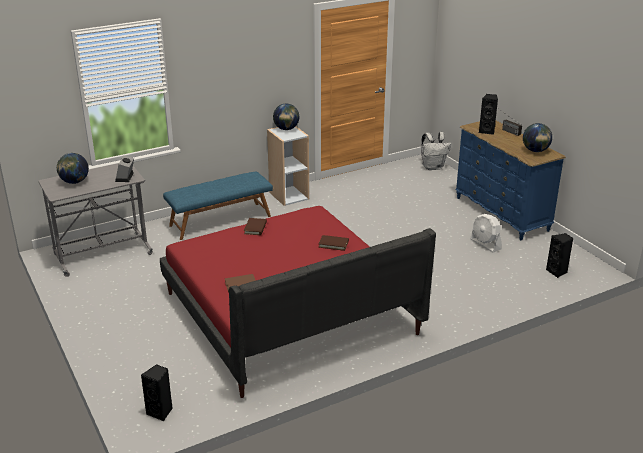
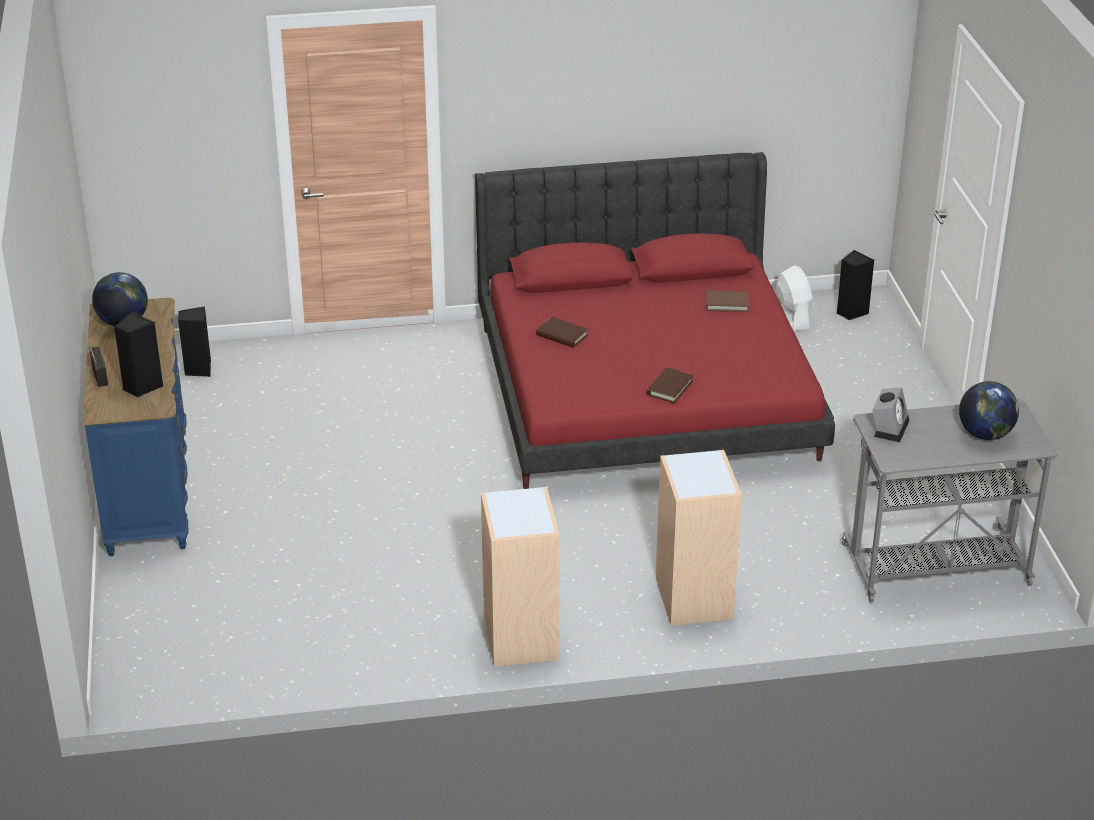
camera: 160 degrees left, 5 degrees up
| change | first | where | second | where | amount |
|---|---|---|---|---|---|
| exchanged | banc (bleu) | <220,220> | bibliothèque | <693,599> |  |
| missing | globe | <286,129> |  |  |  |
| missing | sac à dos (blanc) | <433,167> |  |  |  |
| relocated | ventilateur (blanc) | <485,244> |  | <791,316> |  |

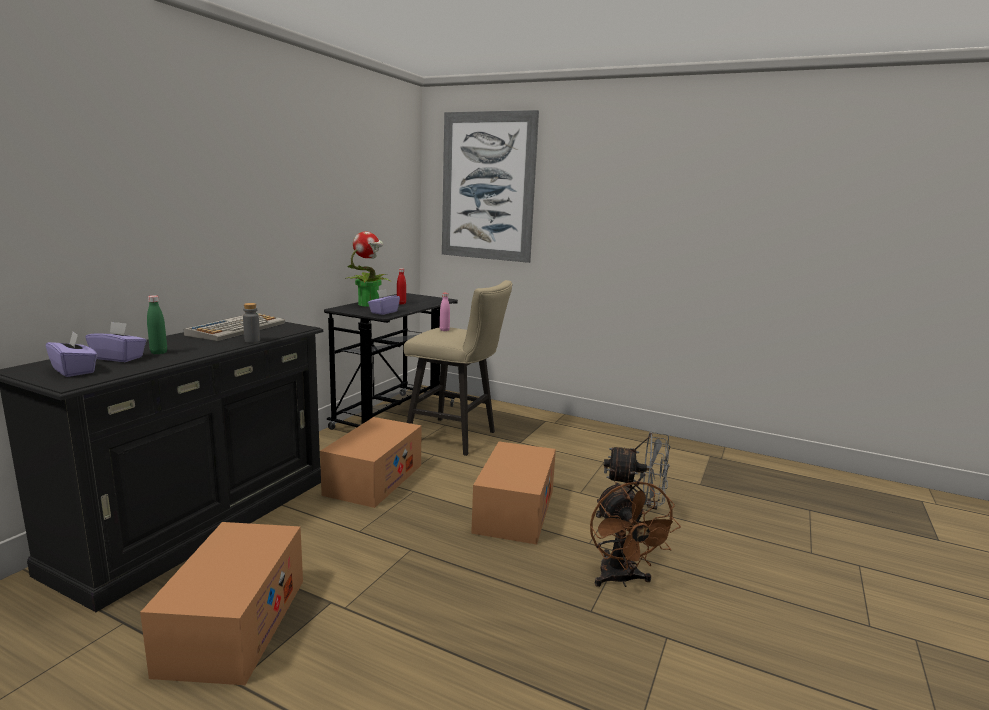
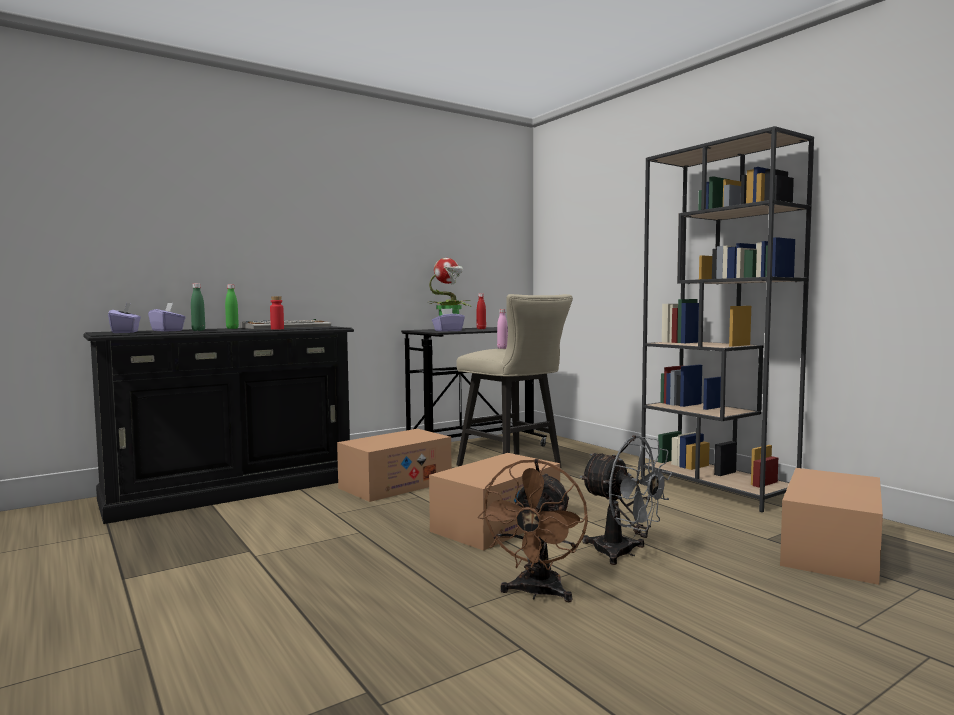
camera: 30 degrees right, 10 degrees down
| change | first | where | second | where | amount |
|---|---|---|---|---|---|
| relocated | carton | <234,624> |  | <830,550> |  |
| colour | bouteille (gris) | <252,340> | bouteille (rouge) | <277,329> |  |
| missing | tableau | <487,187> |  |  |  |
| appeared |  |  | bouteille (vert) | <232,328> |  |
| appeared |  |  | bibliothèque | <716,487> |  |

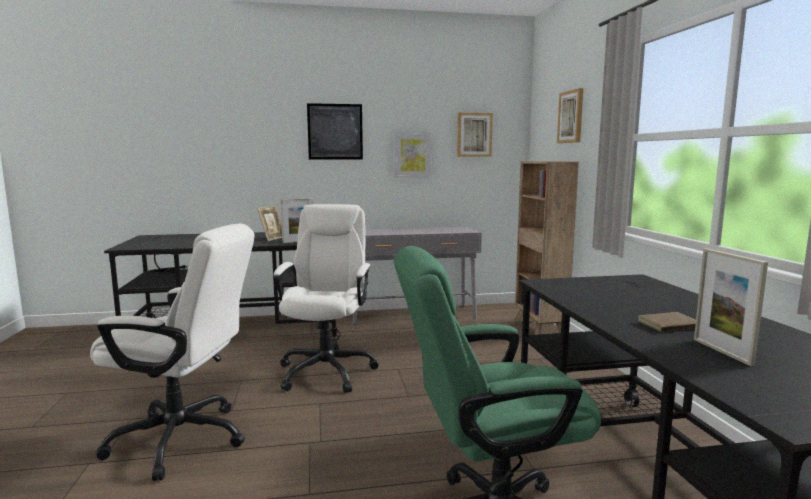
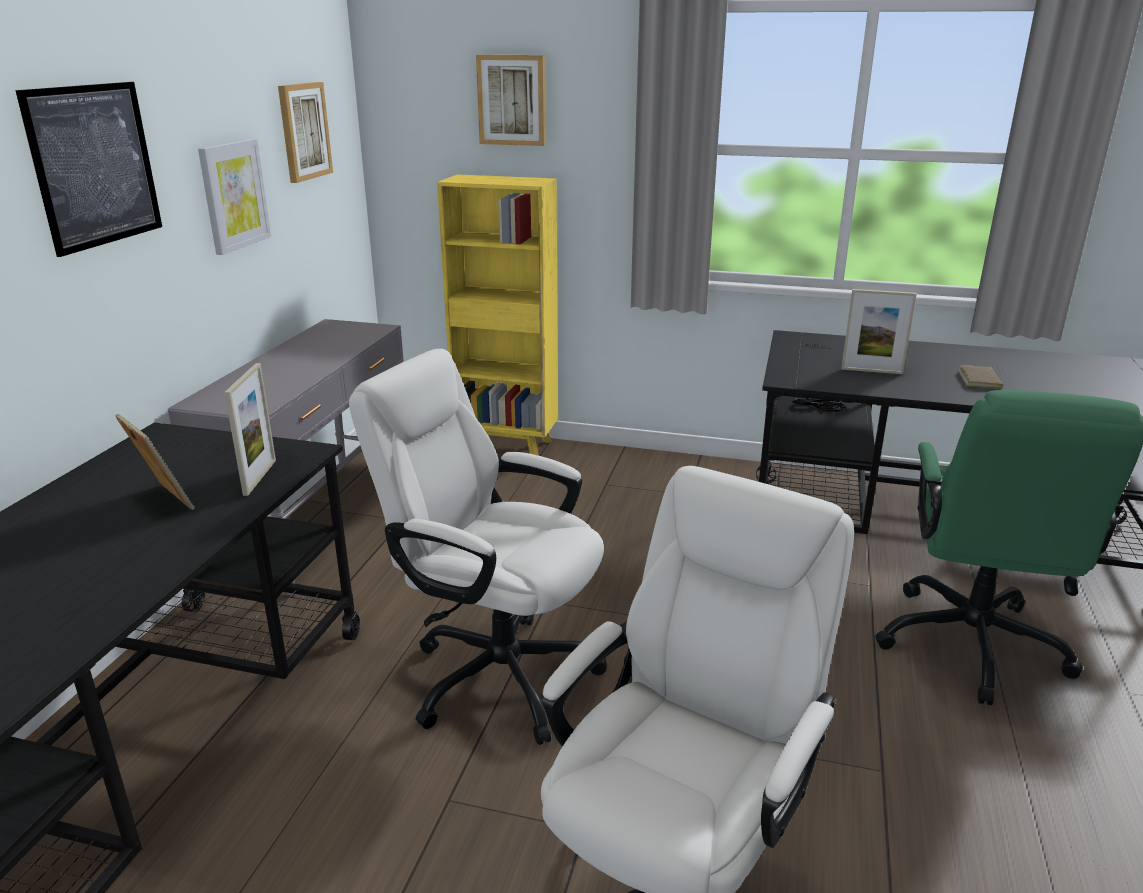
camera: 65 degrees left, 15 degrees up
| change | first | where | second | where | amount |
|---|---|---|---|---|---|
| colour | bibliothèque (marron) | <539,328> | bibliothèque (jaune) | <507,446> |  |
| relocated | cadre photo | <722,351> |  | <871,371> |  |

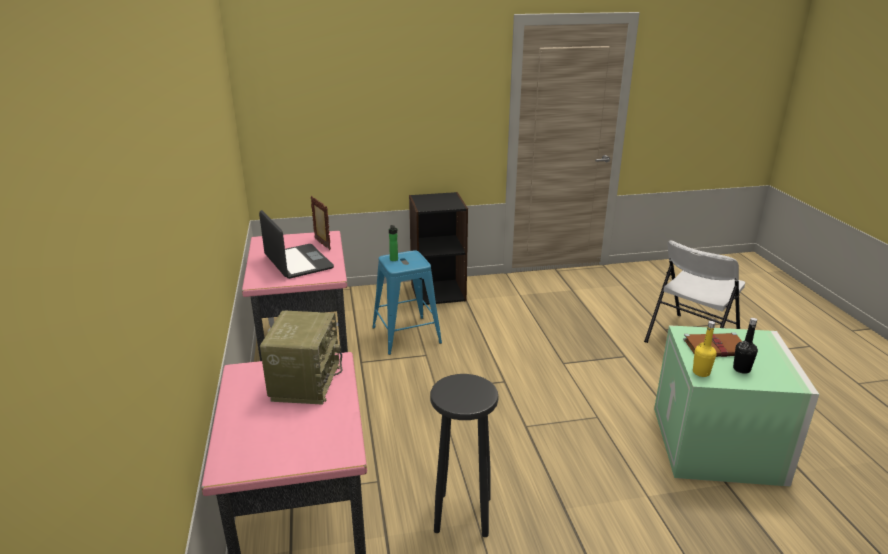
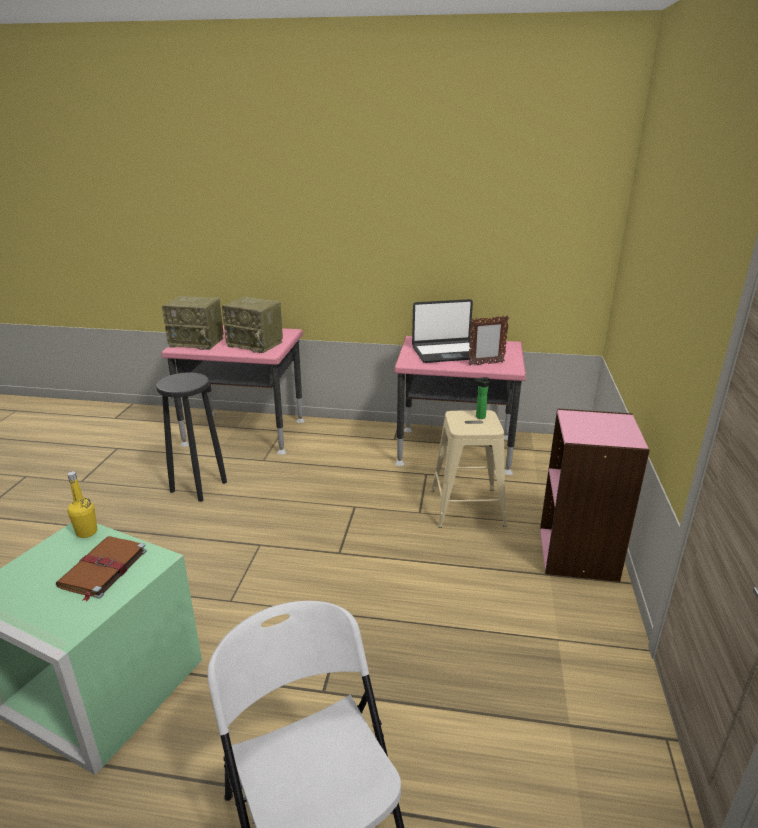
camera: 110 degrees right, 0 degrees up
| change | first | where | second | where | amount |
|---|---|---|---|---|---|
| colour | tabouret (bleu) | <406,335> | tabouret (beige) | <467,507> |  |
| colour | bibliothèque (noir) | <438,292> | bibliothèque (rose) | <578,554> |  |
| missing | bouteille (noir) | <741,369> |  |  |  |
| appeared |  |  | radio | <198,342> |  |

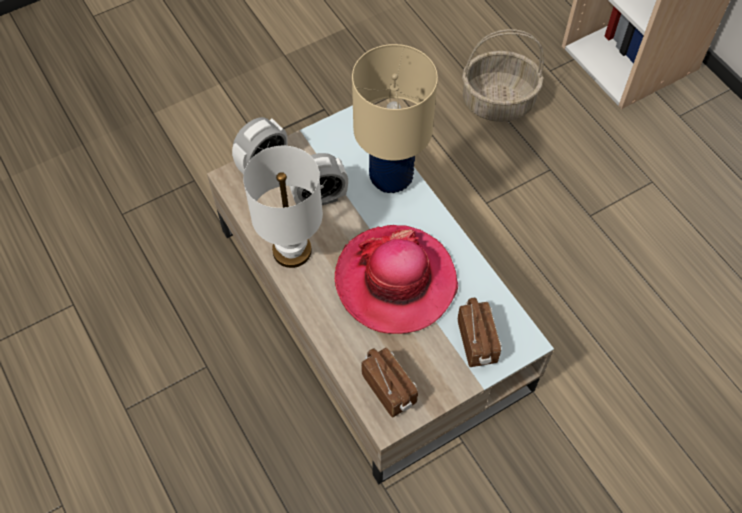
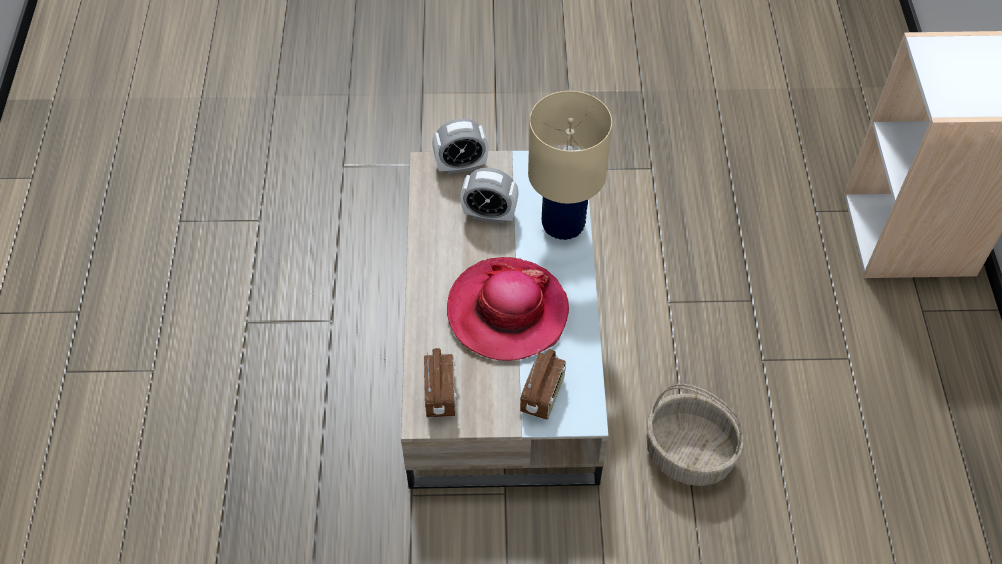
camera: 30 degrees right, 5 degrees down
| change | first | where | second | where | amount |
|---|---|---|---|---|---|
| missing | lampe de table (blanc) | <292,250> |  |  |  |
| relocated | panier | <498,101> |  | <689,454> |  |

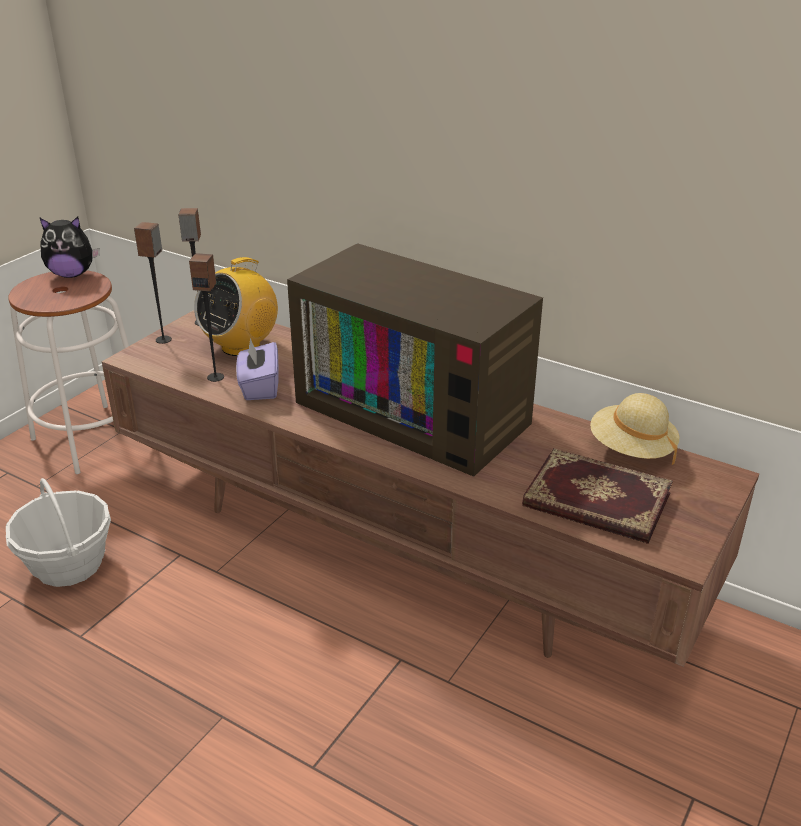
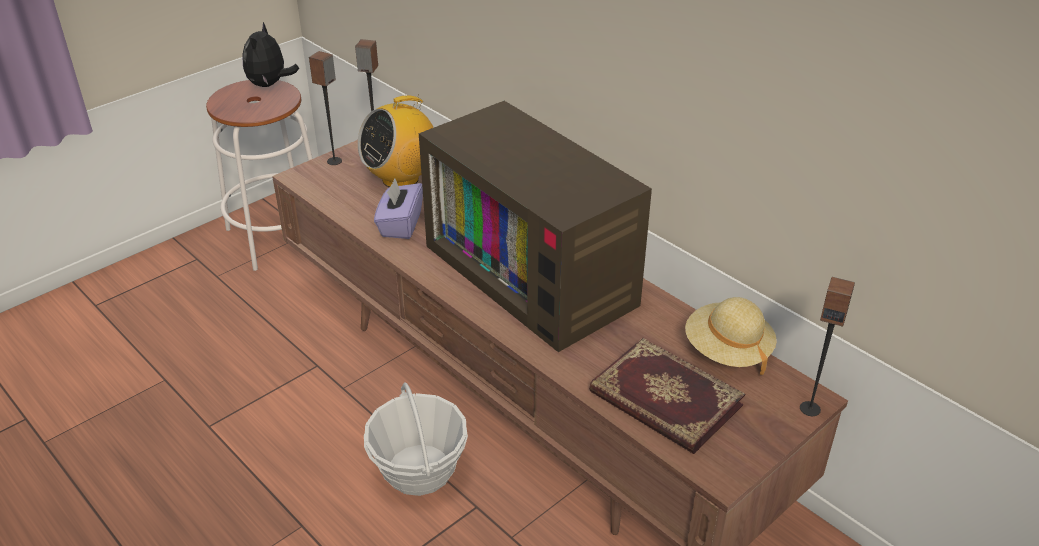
camera: 15 degrees right, 5 degrees up
| change | first | where | second | where | amount |
|---|---|---|---|---|---|
| relocated | panier | <68,564> |  | <419,470> |  |
| spun | peluche | <72,274> |  | <270,84> | 90 degrees clockwise |
| relocated | enceinte | <215,377> |  | <810,408> |  |

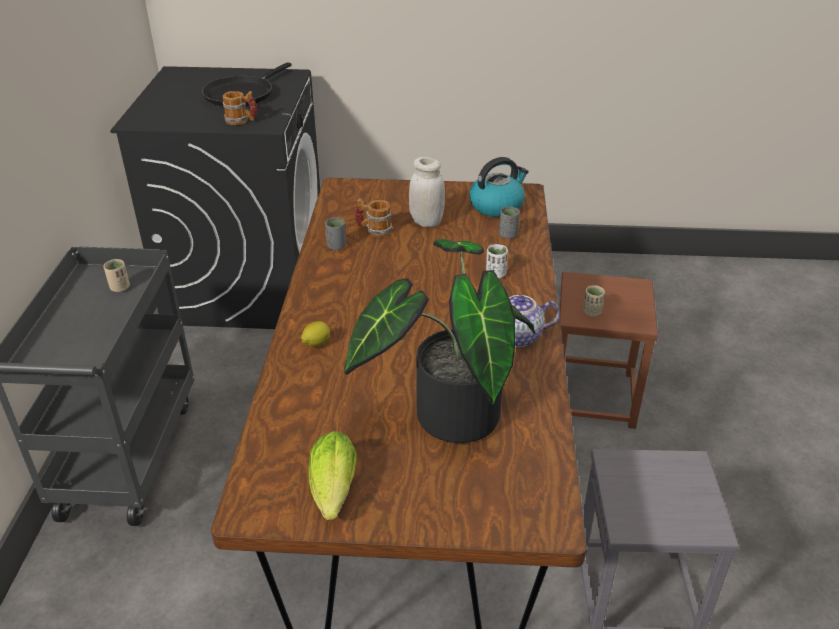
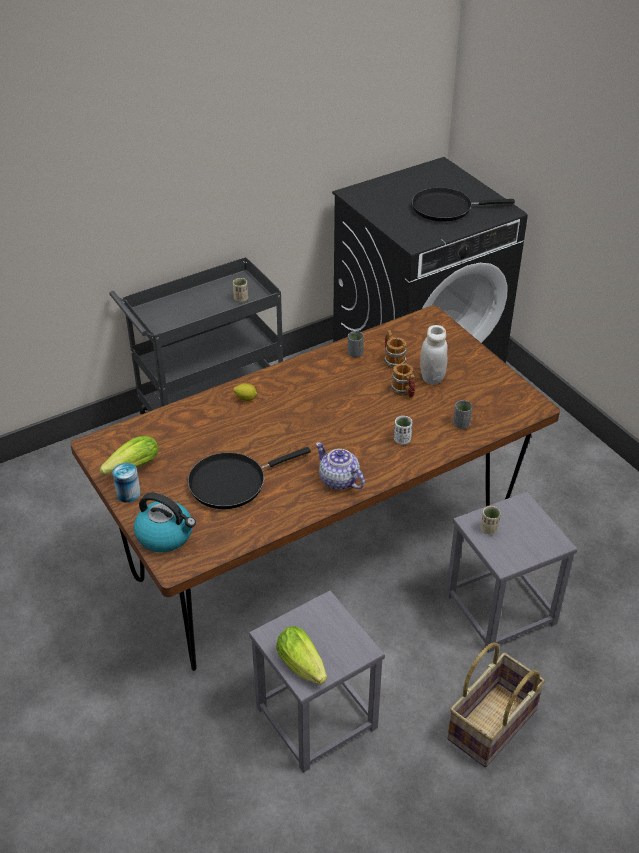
camera: 55 degrees right, 5 degrees up
| change | first | where | second | where | amount |
|---|---|---|---|---|---|
| relocated | mug | <241,121> |  | <404,392> |  |
| exchanged | plante en pot | <447,413> | poêle (noir) | <232,482> |  |
| relocated | bouilloire | <497,206> |  | <166,535> |  |
| colour | tabouret (marron) | <593,395> | tabouret (gris) | <501,609> |  |
| appeared |  |  | boîte métallique | <128,493> |  |
| appeared |  |  | laitue | <303,667> |  |
| appeared |  |  | panier | <493,726> |  |

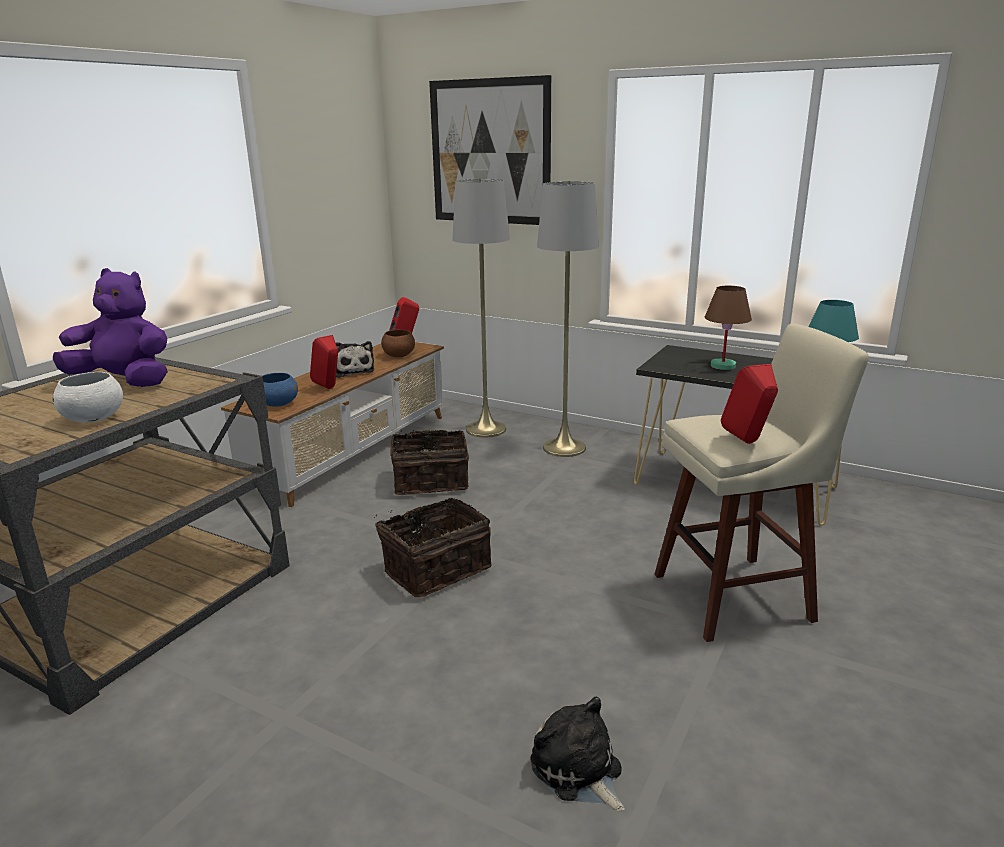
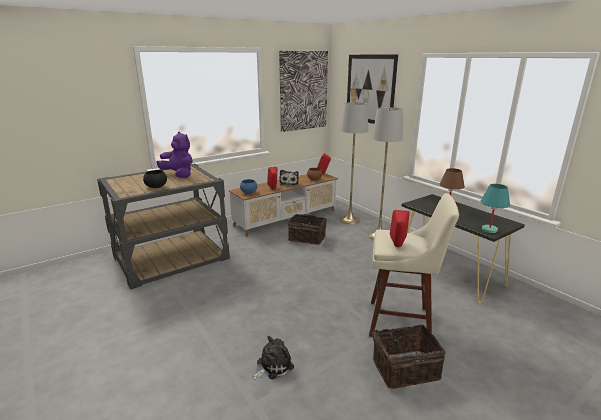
camera: 25 degrees right, 0 degrees up
| change | first | where | second | where | amount |
|---|---|---|---|---|---|
| colour | bol (blanc) | <94,419> | bol (noir) | <156,187> |  |
| relocated | panier | <435,569> |  | <404,368> |  |
| spun | peluche | <578,771> |  | <272,365> | 60 degrees clockwise |
| appeared |  |  | tableau | <303,91> |  |

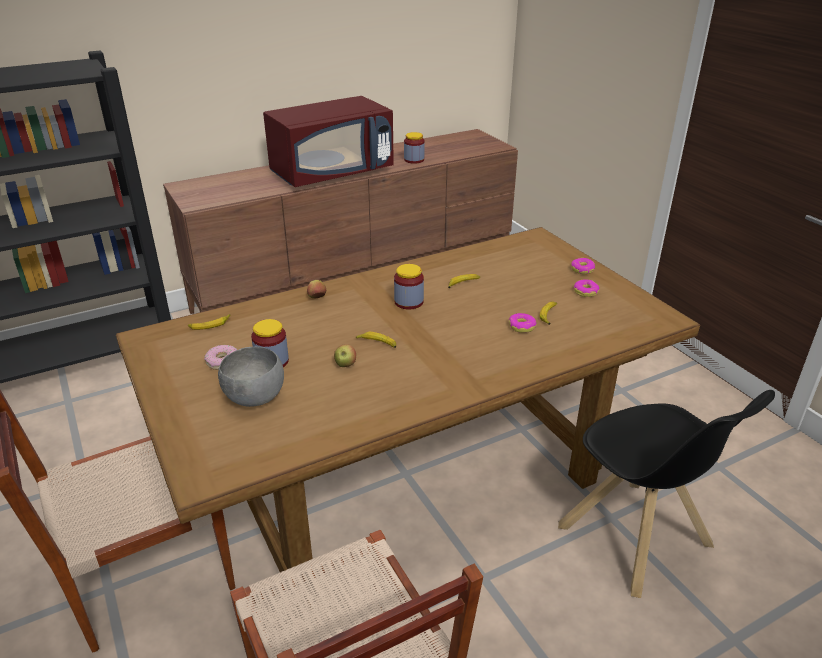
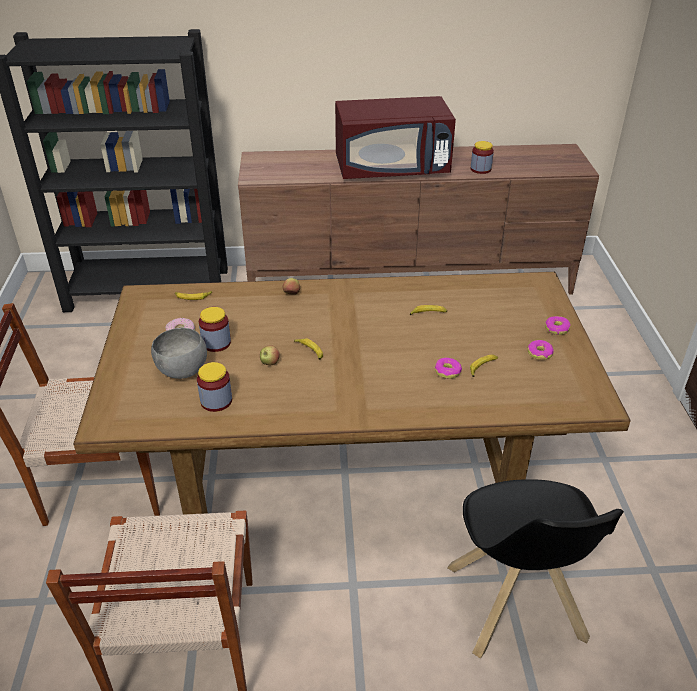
camera: 25 degrees right, 5 degrees up
| change | first | where | second | where | amount |
|---|---|---|---|---|---|
| relocated | bocal | <408,302> |  | <216,401> |  |

